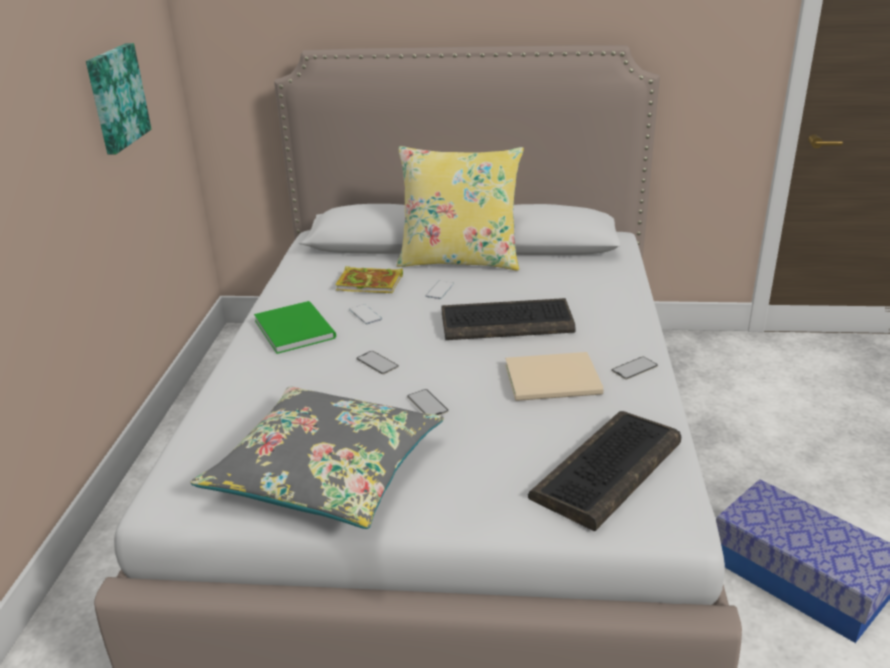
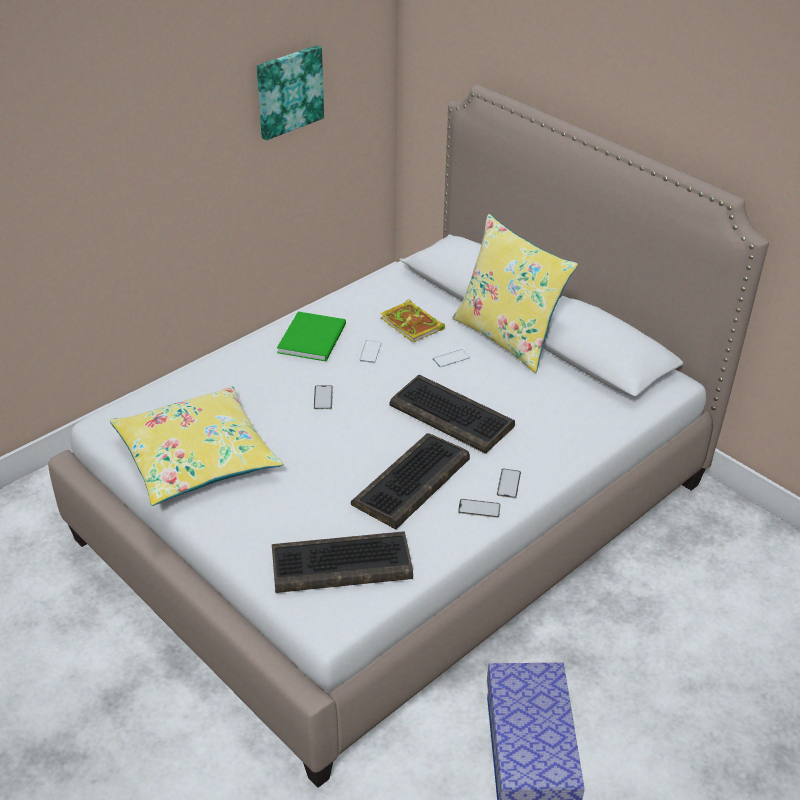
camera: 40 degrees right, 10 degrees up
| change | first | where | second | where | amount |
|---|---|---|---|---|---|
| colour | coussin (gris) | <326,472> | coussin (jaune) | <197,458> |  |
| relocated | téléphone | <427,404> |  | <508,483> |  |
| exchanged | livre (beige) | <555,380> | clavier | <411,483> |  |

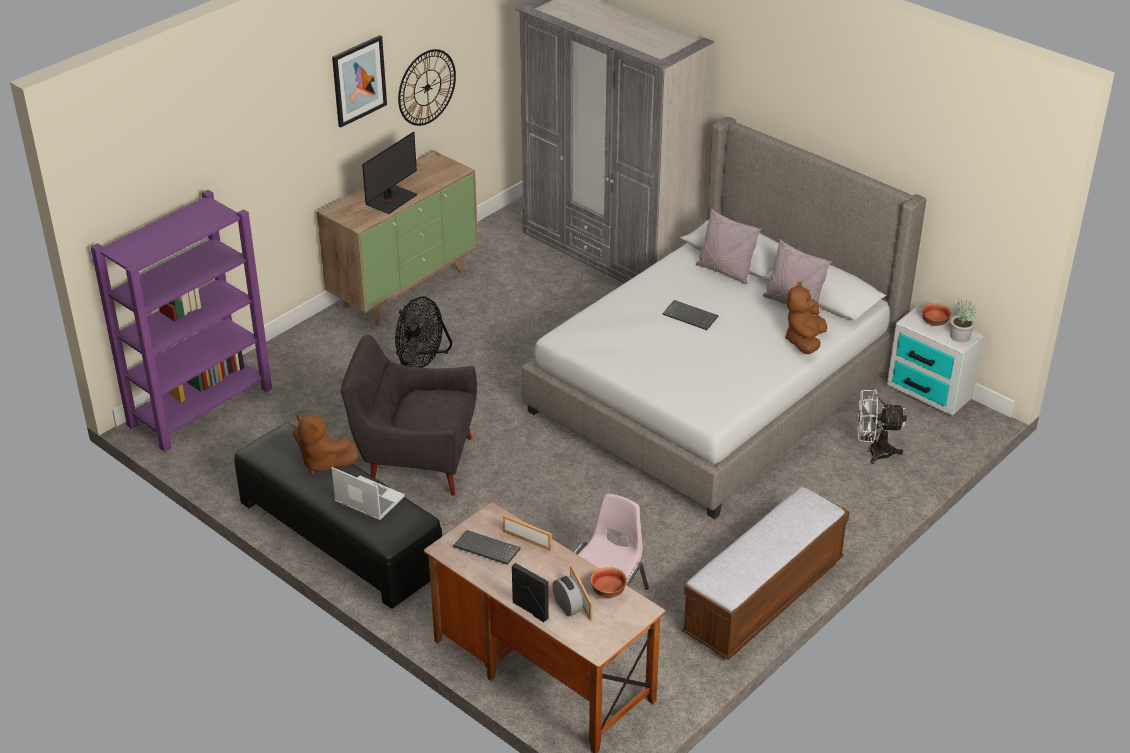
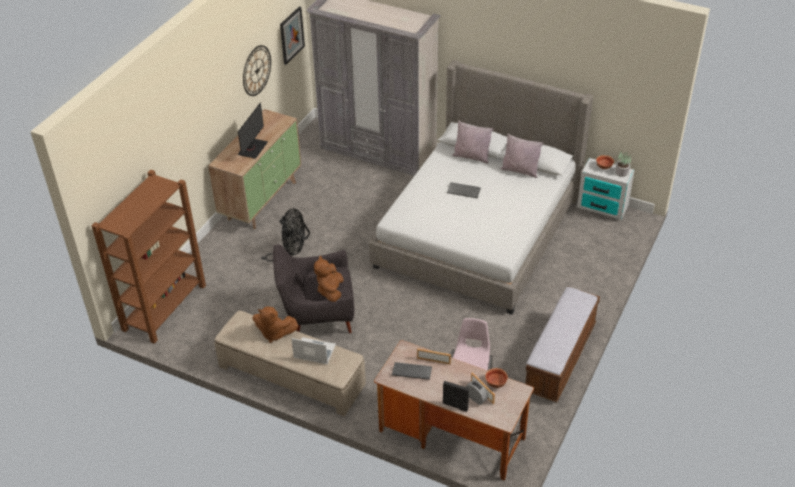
camera: 15 degrees left, 5 degrees up
| change | first | where | second | where | amount |
|---|---|---|---|---|---|
| colour | bibliothèque (violet) | <200,406> | bibliothèque (marron) | <164,307> |  |
| colour | banc (noir) | <338,536> | banc (beige) | <290,375> |  |
| relocated | tableau | <358,80> |  | <291,35> |  |
| relocated | peluche (marron) | <804,341> |  | <330,291> |  |
| missing | ventilateur (blanc) | <874,452> |  |  |  |

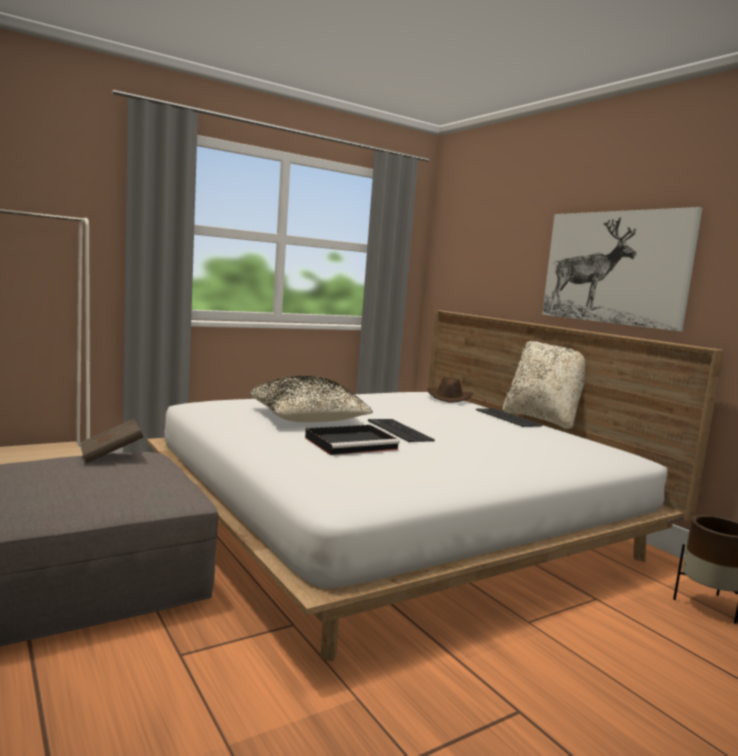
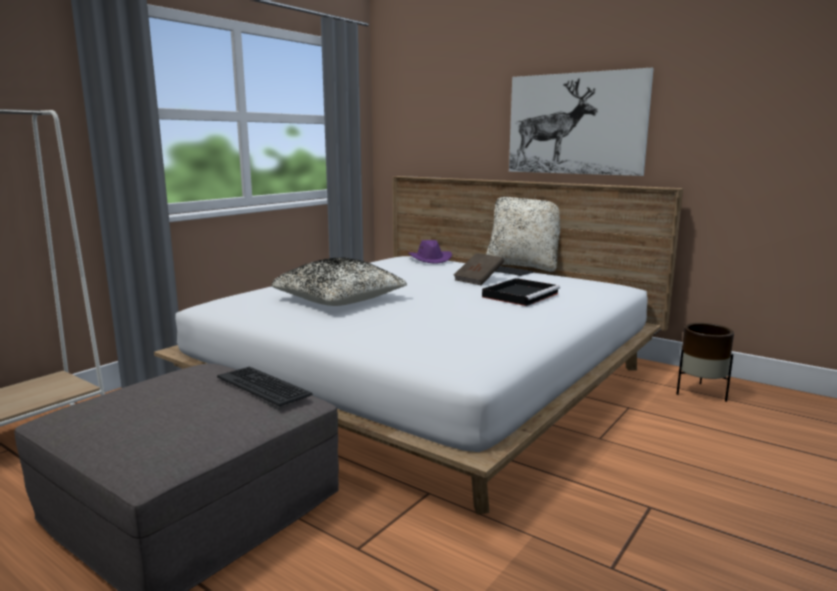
camera: 20 degrees left, 5 degrees up
| change | first | where | second | where | amount |
|---|---|---|---|---|---|
| relocated | livre (marron) | <111,455> |  | <478,280> |  |
| relocated | plateau (noir) | <352,443> |  | <521,295> |  |
| relocated | clavier | <400,431> |  | <264,386> |  |
| colour | chapeau (marron) | <449,398> | chapeau (violet) | <430,259> |  |

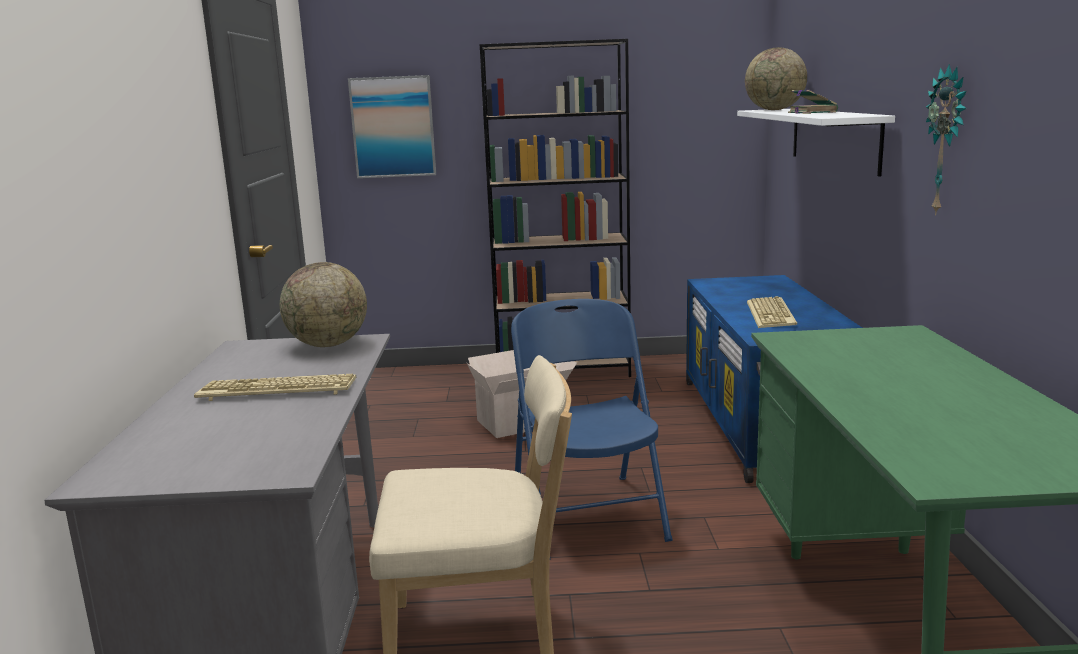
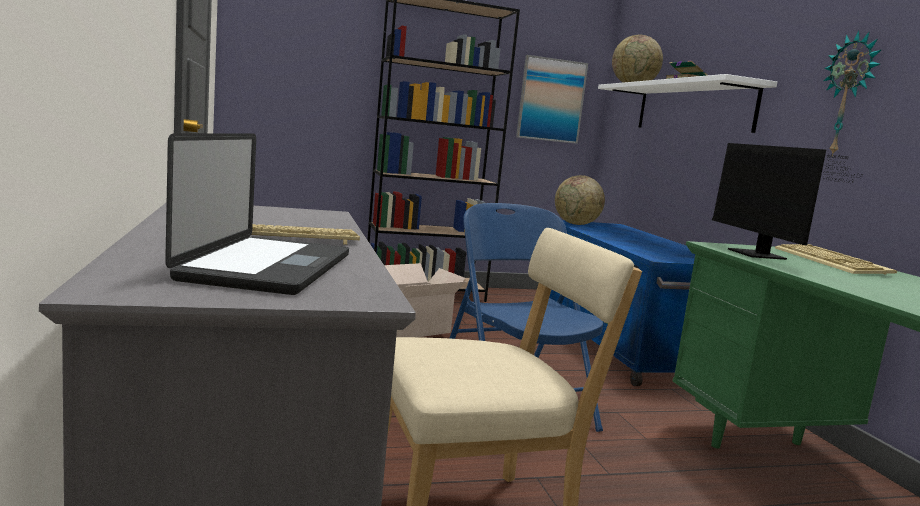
camera: 15 degrees left, 5 degrees down
| change | first | where | second | where | amount |
|---|---|---|---|---|---|
| relocated | globe | <328,345> |  | <576,224> |  |
| relocated | tableau | <393,127> |  | <551,100> |  |
| relocated | clavier | <772,314> |  | <832,262> |  |
| appeared |  |  | ordinateur portable | <268,267> |  |
| appeared |  |  | écran d'ordinateur | <759,255> |  |

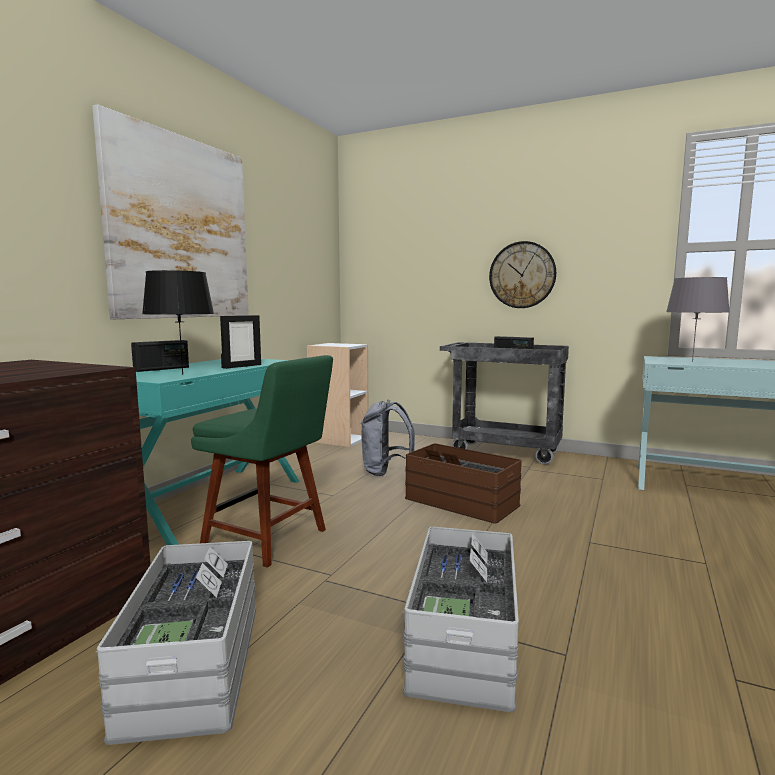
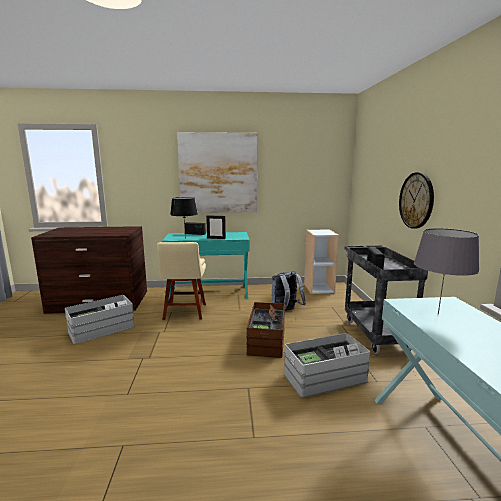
camera: 60 degrees right, 5 degrees up
| change | first | where | second | where | amount |
|---|---|---|---|---|---|
| colour | chaise (vert) | <269,539> | chaise (beige) | <184,313> |  |
| relocated | boîte de rangement (gris) | <462,639> |  | <324,377> |  |

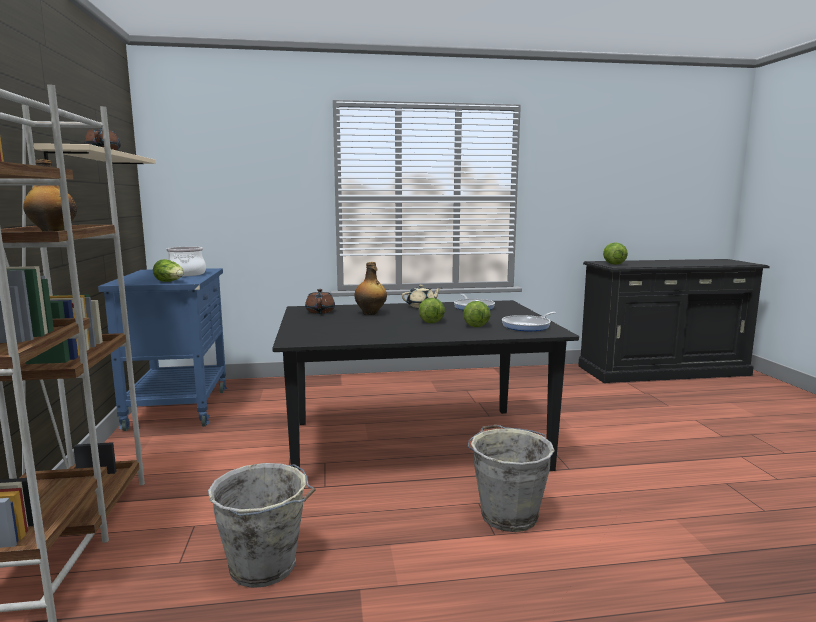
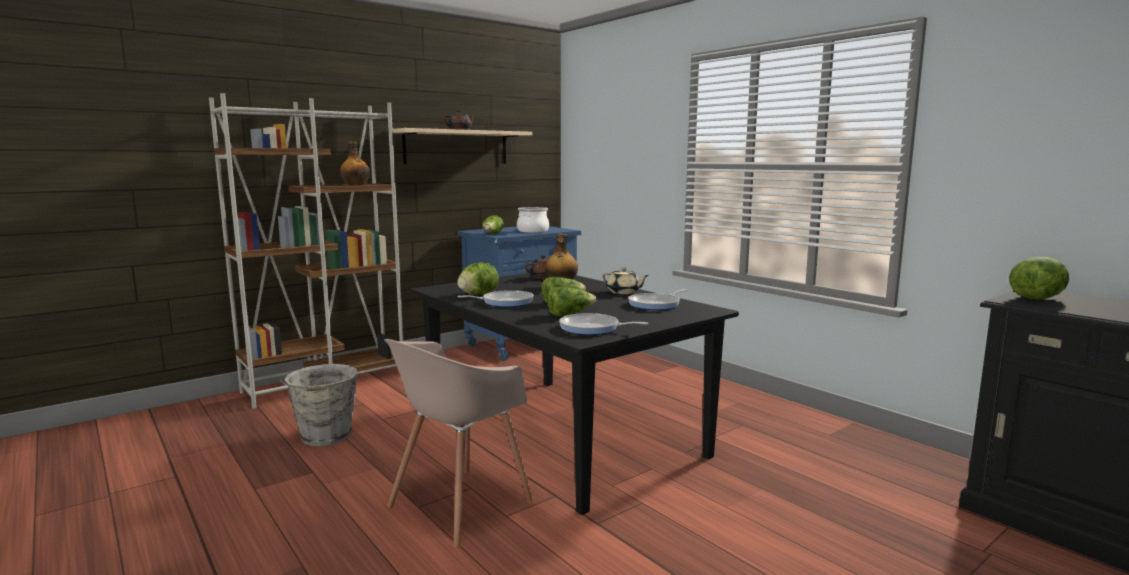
camera: 60 degrees right, 0 degrees up
| change | first | where | second | where | amount |
|---|---|---|---|---|---|
| exchanged | seau (gris) | <508,514> | chaise (beige) | <459,506> |  |
| appeared |  |  | laitue | <478,295> |  |
| appeared |  |  | poêle | <505,302> |  |

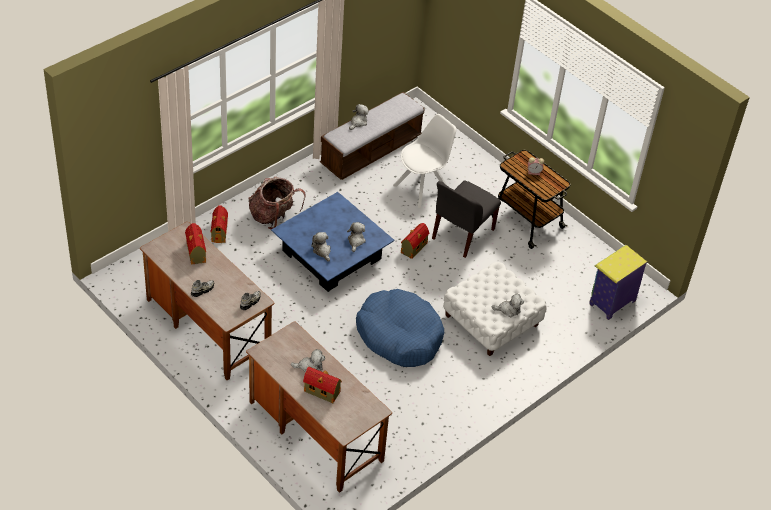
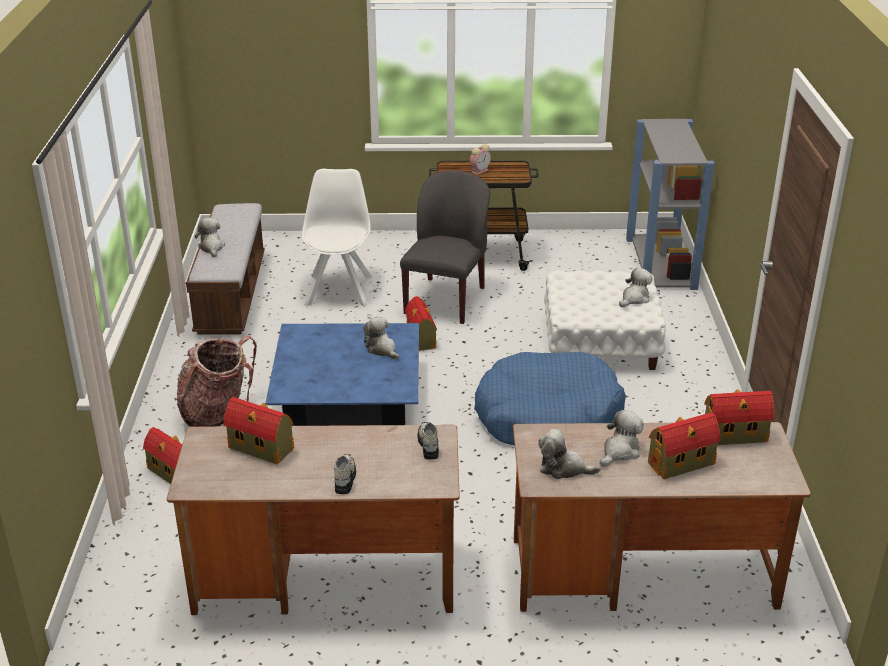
camera: 45 degrees left, 15 degrees down
| change | first | where | second | where | amount |
|---|---|---|---|---|---|
| relocated | peluche | <322,251> |  | <563,468> |  |
| spun | chaise (gris) | <462,235> |  | <446,300> | 150 degrees counterclockwise |
| exchanged | table de chevet | <610,302> | bibliothèque (gris) | <660,263> |  |
| appeared |  |  | maison miniature | <736,435> |  |

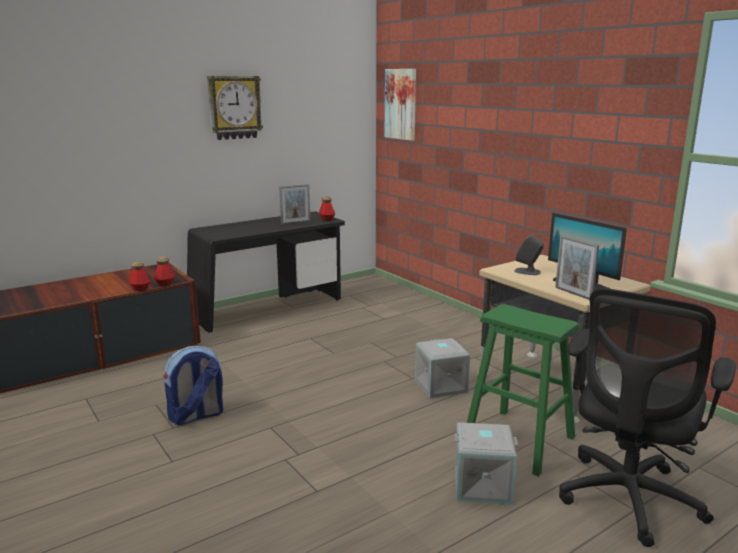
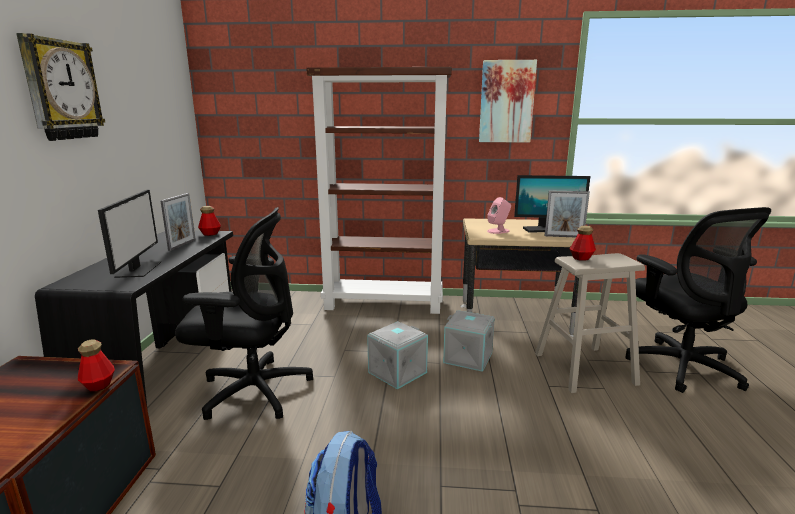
camera: 50 degrees left, 0 degrees up
| change | first | where | second | where | amount |
|---|---|---|---|---|---|
| relocated | bouteille | <140,289> |  | <581,258> |  |
| relocated | tableau | <401,104> |  | <506,102> |  |
| relocated | boîte de rangement (gris) | <482,484> |  | <397,372> |  |
| colour | tabouret (vert) | <518,441> | tabouret (beige) | <584,368> |  |
| colour | enceinte (gris) | <527,272> | enceinte (rose) | <498,231> |  |
| appeared |  |  | écran d'ordinateur | <138,269> |  |
| appeared |  |  | chaise de bureau (noir) | <247,392> |  |
| appeared |  |  | bibliothèque (marron) | <384,303> |  |

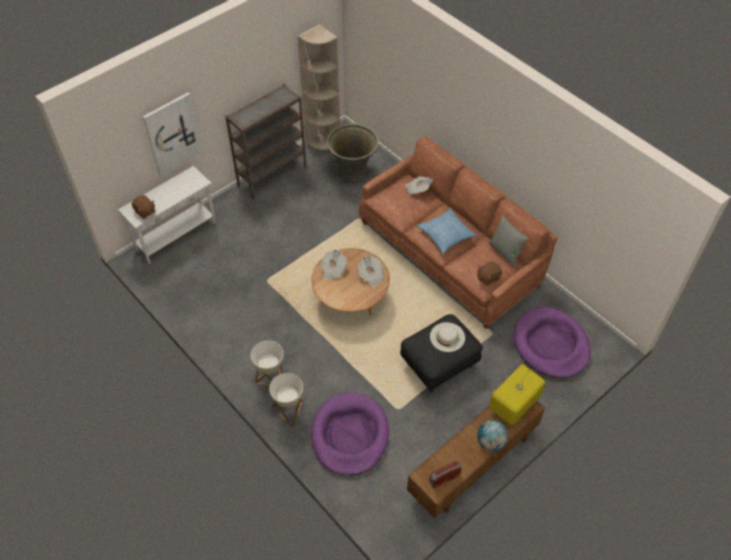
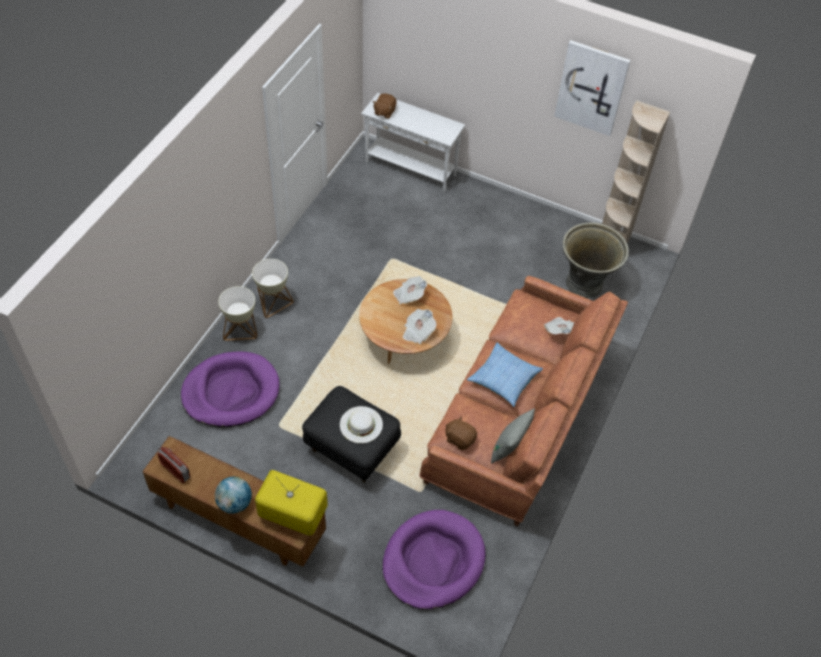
camera: 65 degrees right, 0 degrees up
| change | first | where | second | where | amount |
|---|---|---|---|---|---|
| relocated | tableau | <173,134> |  | <591,87> |  |
| missing | bibliothèque (gris) | <272,175> |  |  |  |

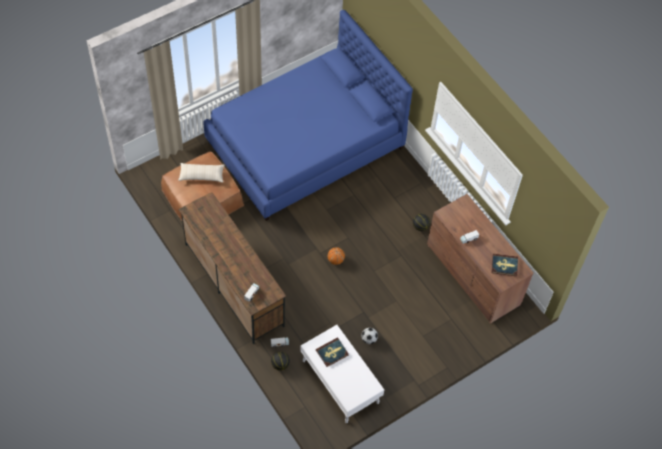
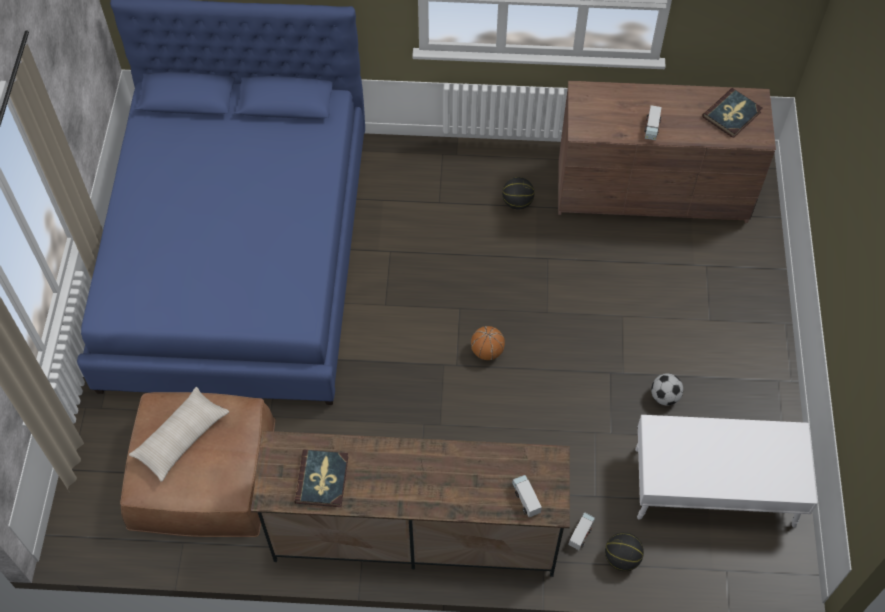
camera: 50 degrees left, 0 degrees up
| change | first | where | second | where | amount |
|---|---|---|---|---|---|
| relocated | livre | <332,353> |  | <322,479> |  |

